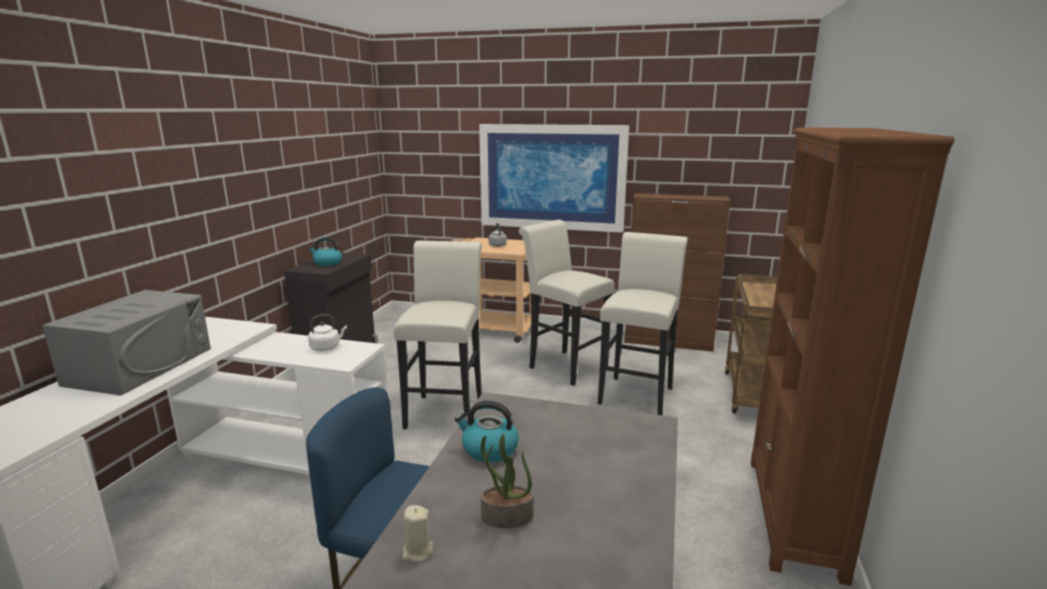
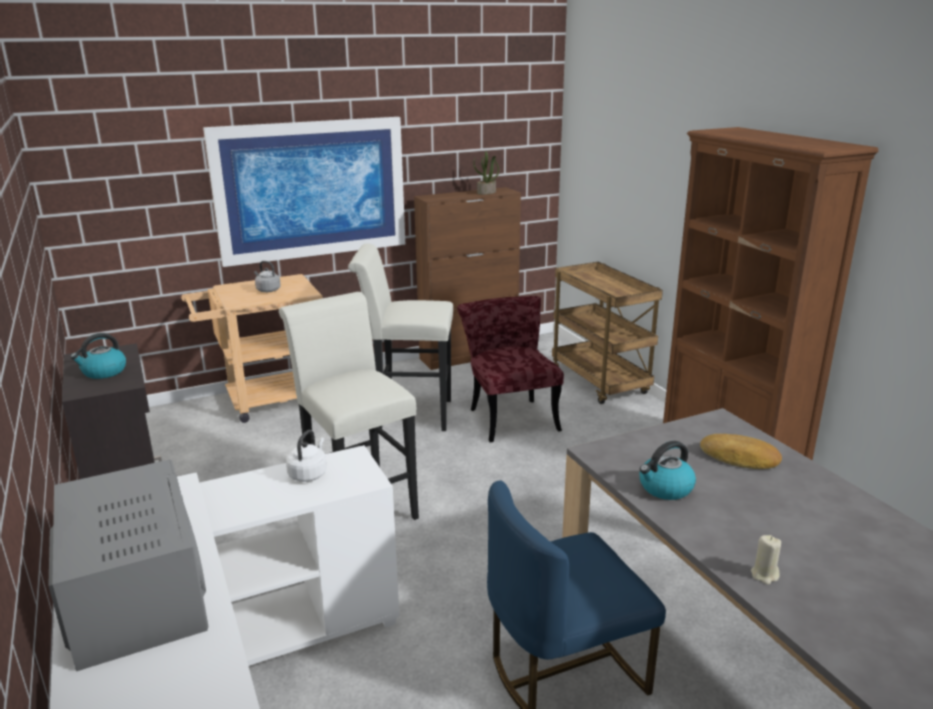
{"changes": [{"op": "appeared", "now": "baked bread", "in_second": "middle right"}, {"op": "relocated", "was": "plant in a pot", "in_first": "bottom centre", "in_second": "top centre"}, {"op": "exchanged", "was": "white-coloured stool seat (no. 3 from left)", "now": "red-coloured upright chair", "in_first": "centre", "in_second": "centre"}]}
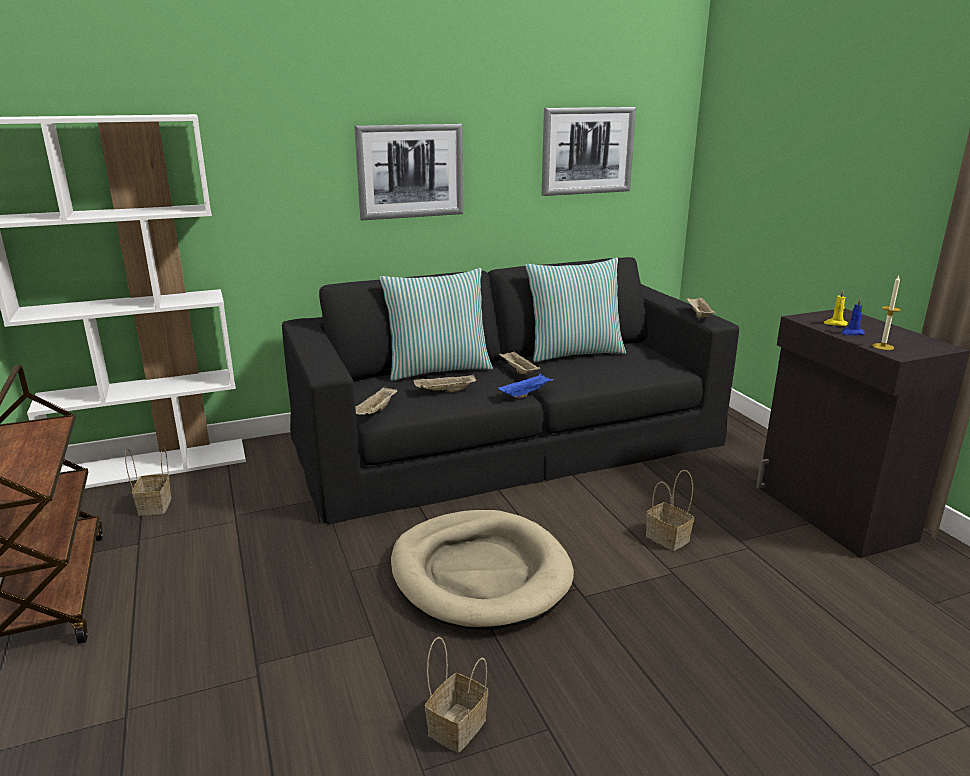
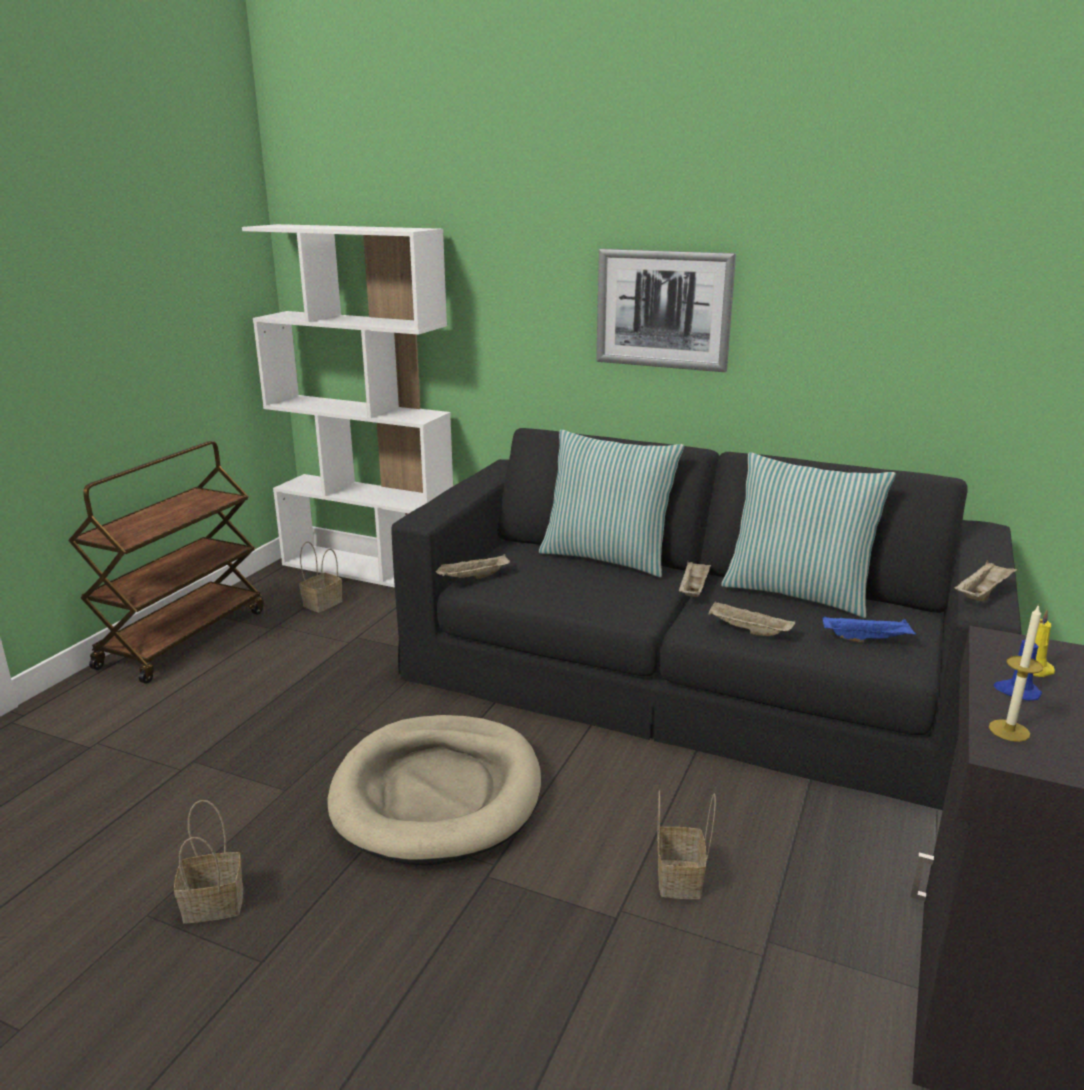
{"changes": [{"op": "missing", "was": "wall picture (no. 2 from left)", "in_first": "top centre"}, {"op": "relocated", "was": "beige tray (no. 2 from left in the first image)", "now": "beige tray (no. 3 from left)", "in_first": "centre", "in_second": "middle right"}, {"op": "relocated", "was": "bluish tray", "in_first": "centre", "in_second": "middle right"}]}
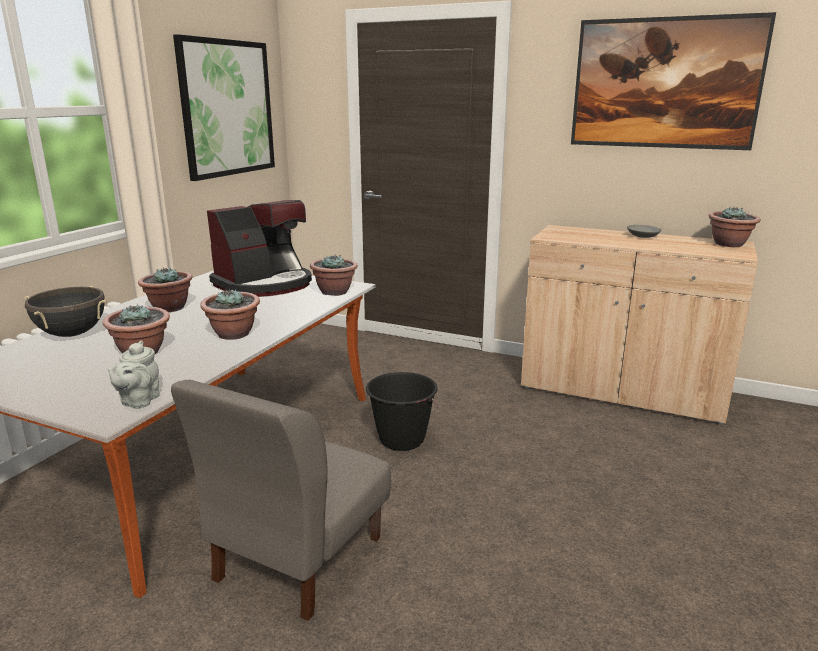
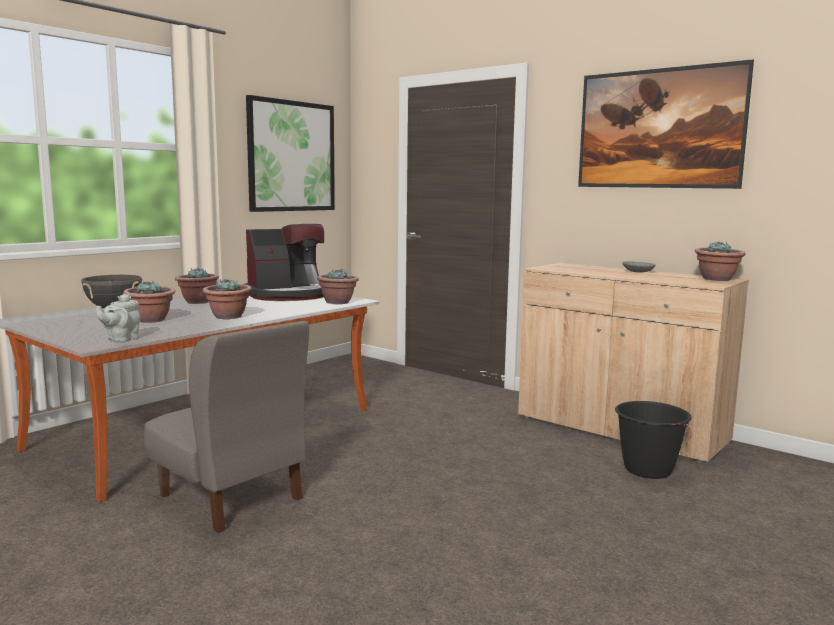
{"changes": [{"op": "relocated", "was": "blackish water bucket", "in_first": "centre", "in_second": "bottom right"}, {"op": "spun", "was": "gray upright chair", "in_first": "bottom centre", "in_second": "bottom left", "clockwise": -90}]}
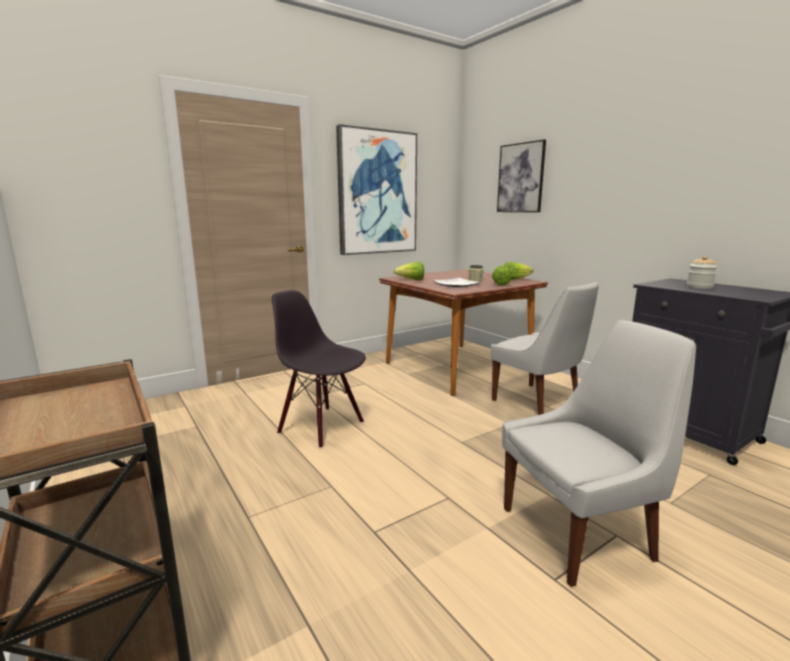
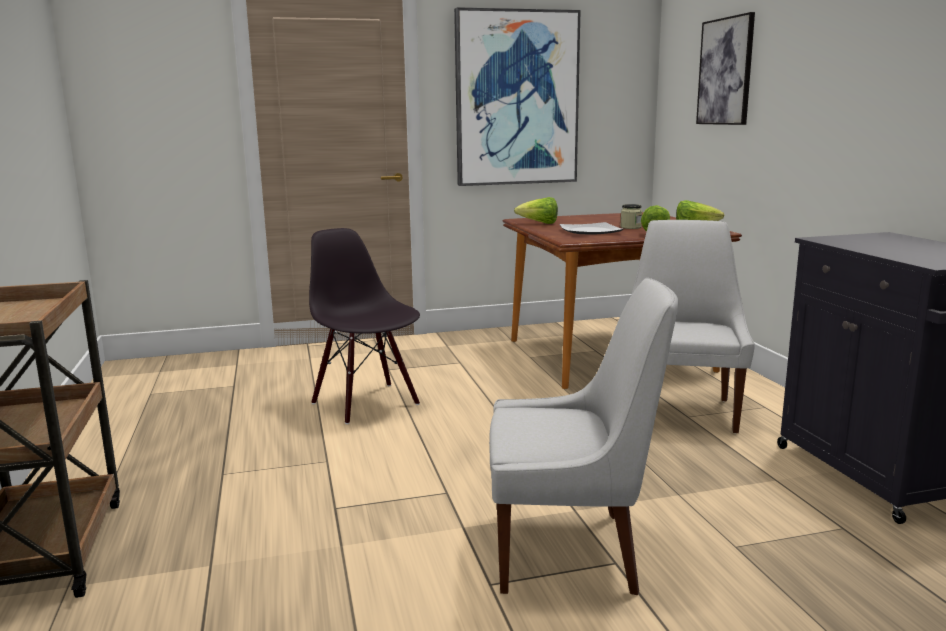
{"changes": [{"op": "missing", "was": "storage jar (no. 2 from left)", "in_first": "middle right"}, {"op": "spun", "was": "white-coloured upright chair (no. 1 from left in the first image)", "in_first": "middle right", "in_second": "middle right", "clockwise": -150}]}
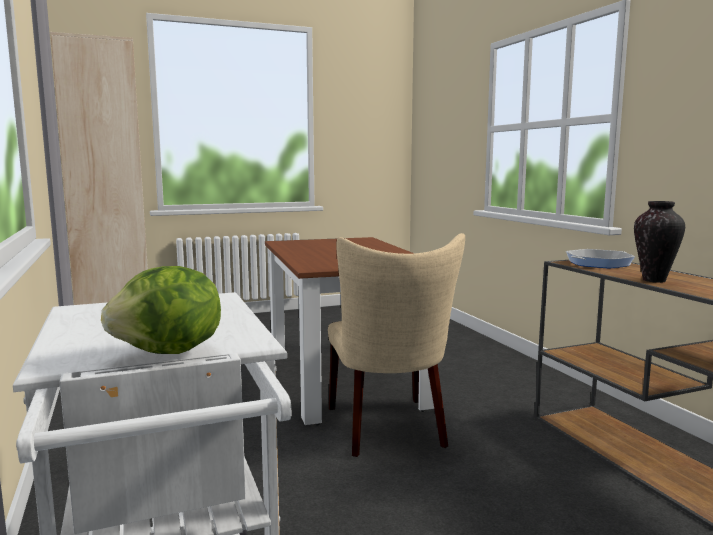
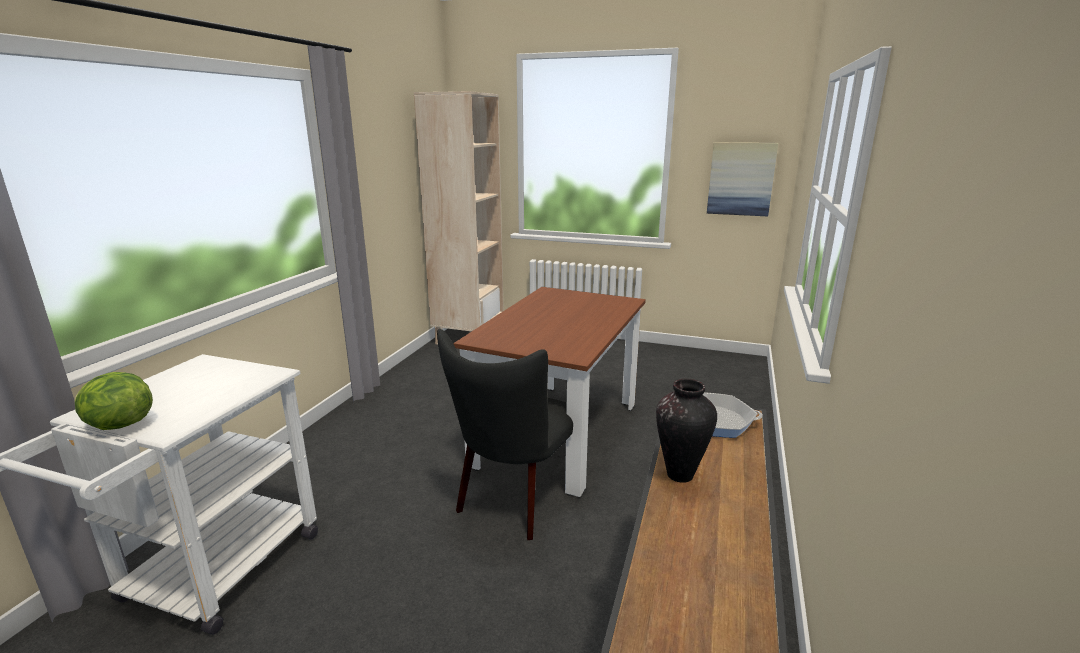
{"changes": [{"op": "appeared", "now": "wall picture", "in_second": "top right"}, {"op": "colour", "was": "beige upright chair", "now": "blackish upright chair", "in_first": "centre", "in_second": "centre"}]}
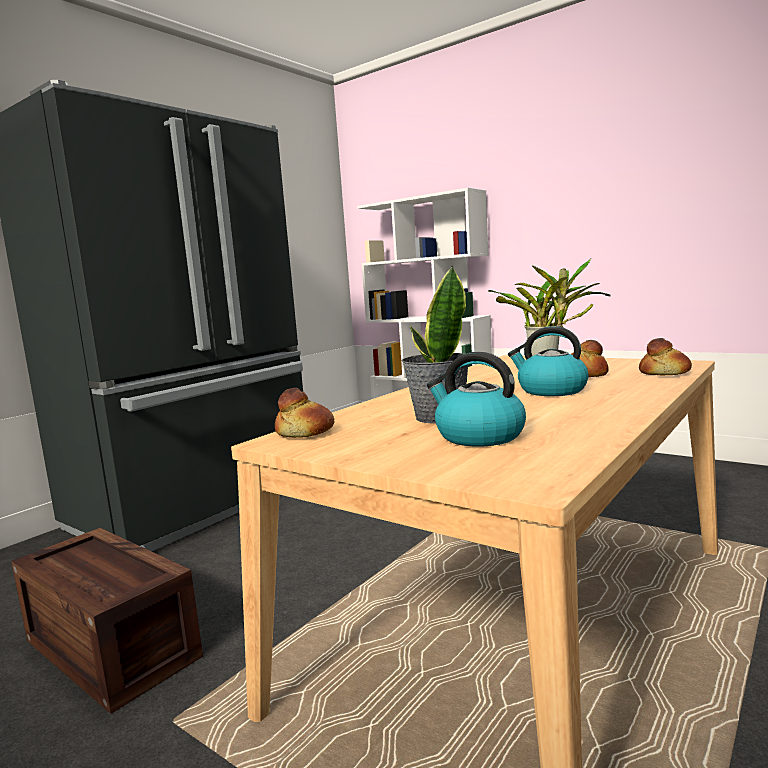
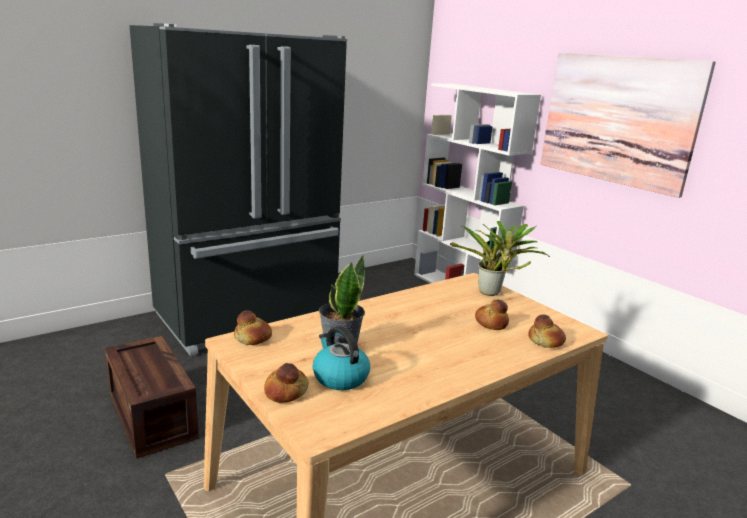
{"changes": [{"op": "missing", "was": "tea kettle (no. 2 from left)", "in_first": "middle right"}, {"op": "appeared", "now": "baked bread (no. 2 from left)", "in_second": "bottom centre"}, {"op": "appeared", "now": "wall picture", "in_second": "top right"}]}
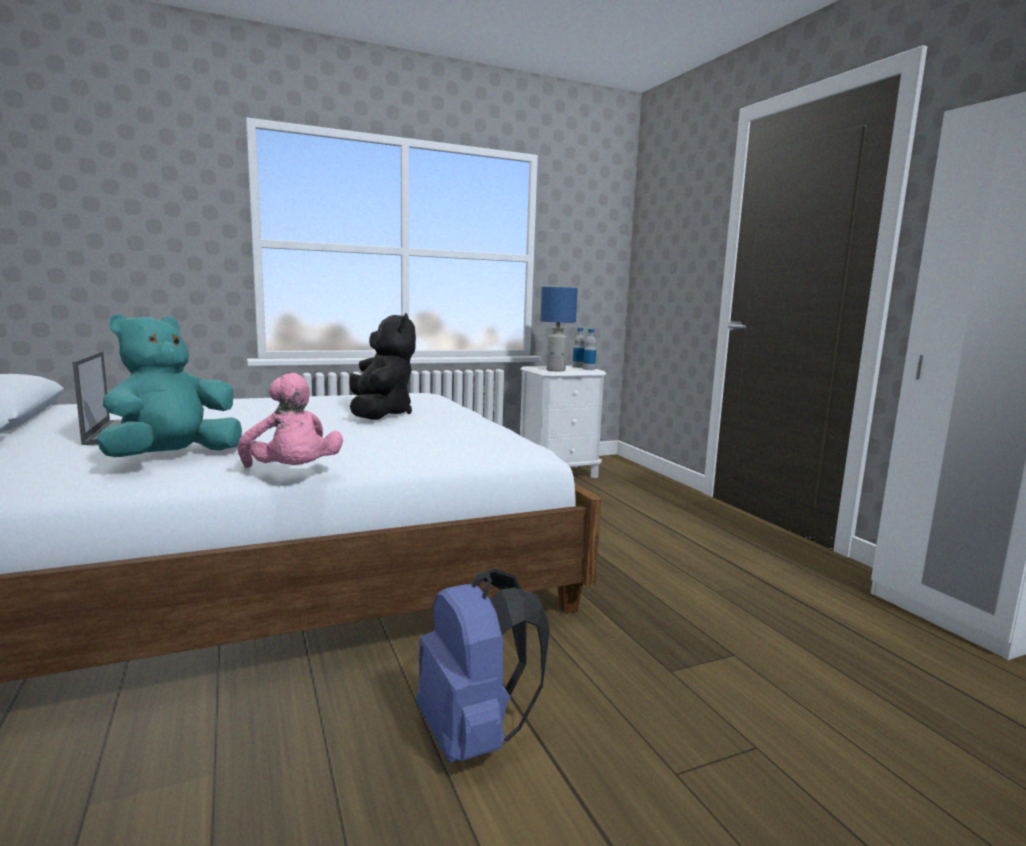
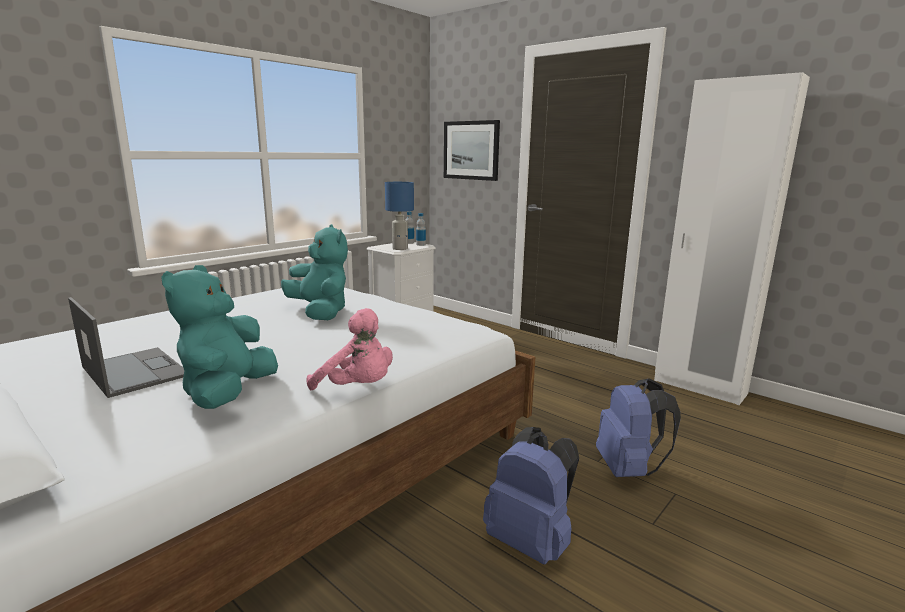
{"changes": [{"op": "appeared", "now": "wall picture", "in_second": "top centre"}, {"op": "appeared", "now": "bluish backpack (no. 2 from left)", "in_second": "bottom right"}, {"op": "colour", "was": "blackish soft toy", "now": "turquoise soft toy (no. 2 from left)", "in_first": "centre", "in_second": "centre"}]}
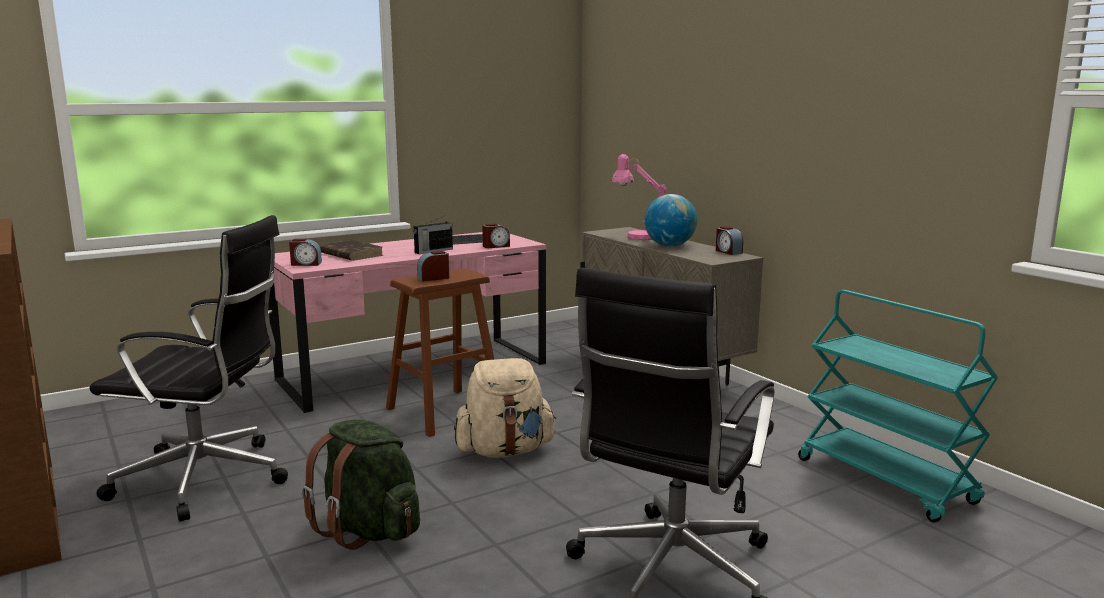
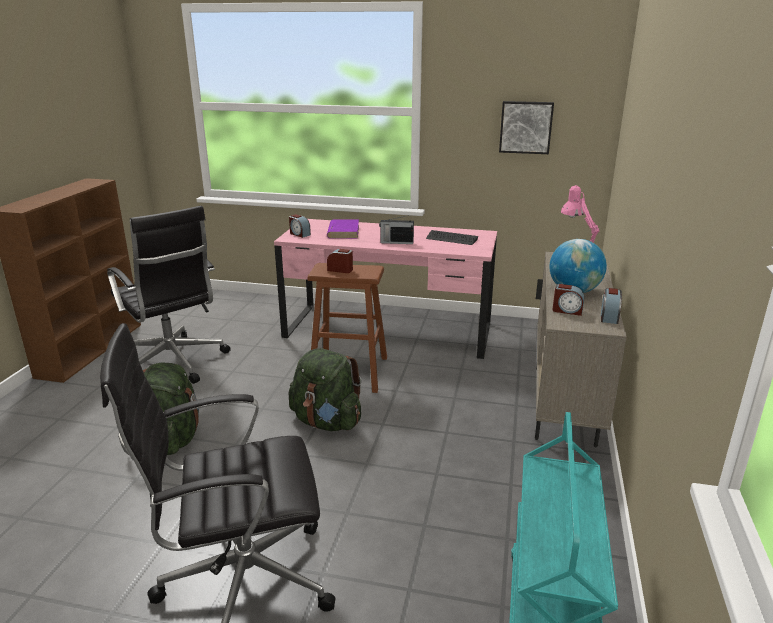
{"changes": [{"op": "appeared", "now": "wall picture", "in_second": "top right"}, {"op": "relocated", "was": "table clock (no. 3 from left)", "in_first": "centre", "in_second": "middle right"}, {"op": "colour", "was": "brown-coloured book", "now": "purple book", "in_first": "middle left", "in_second": "centre"}, {"op": "colour", "was": "beige backpack", "now": "green-coloured backpack (no. 2 from left)", "in_first": "bottom centre", "in_second": "centre"}]}
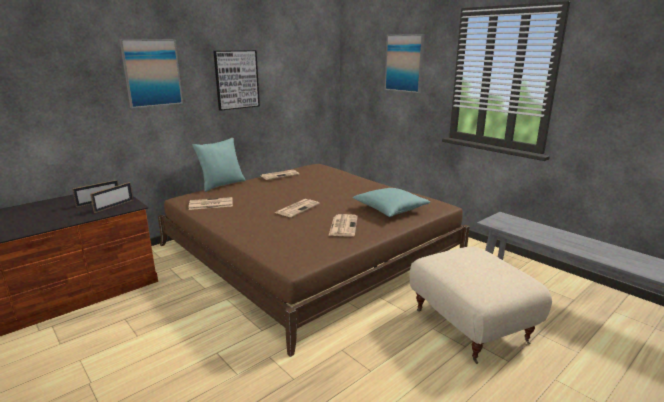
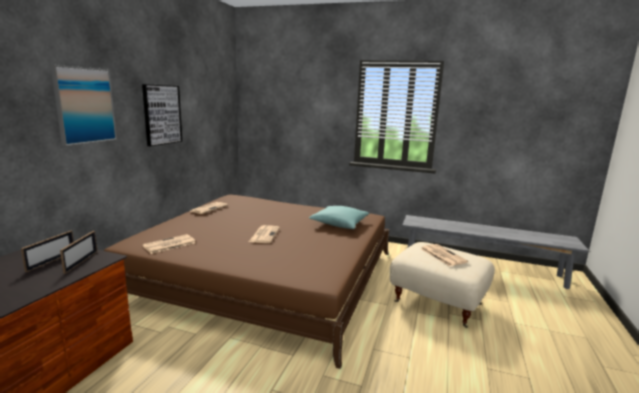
{"changes": [{"op": "missing", "was": "turquoise pillow (no. 1 from left)", "in_first": "middle left"}, {"op": "missing", "was": "wall picture (no. 3 from left)", "in_first": "top centre"}, {"op": "relocated", "was": "printed paper (no. 4 from left)", "in_first": "centre", "in_second": "middle right"}]}
